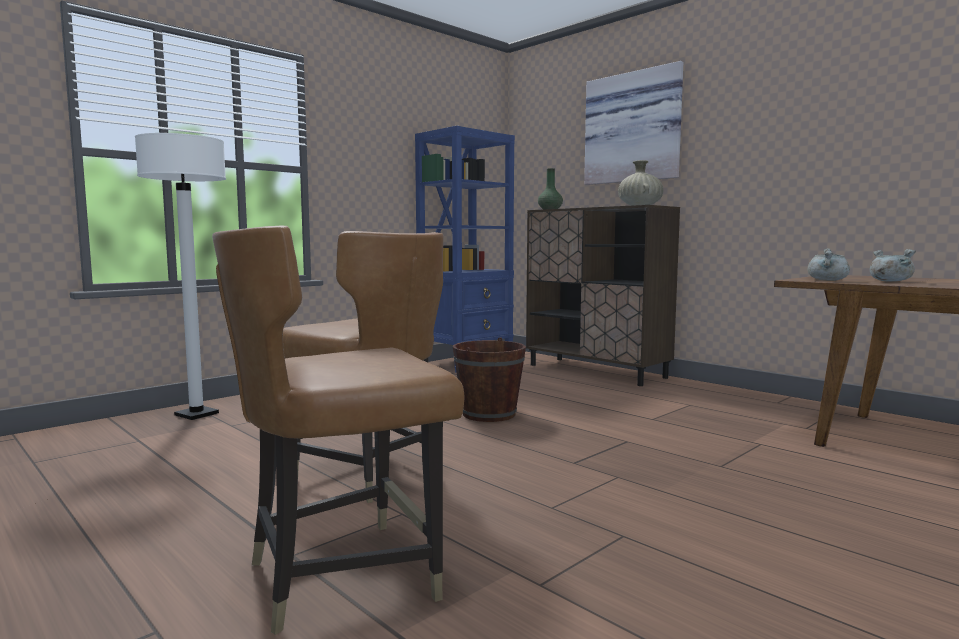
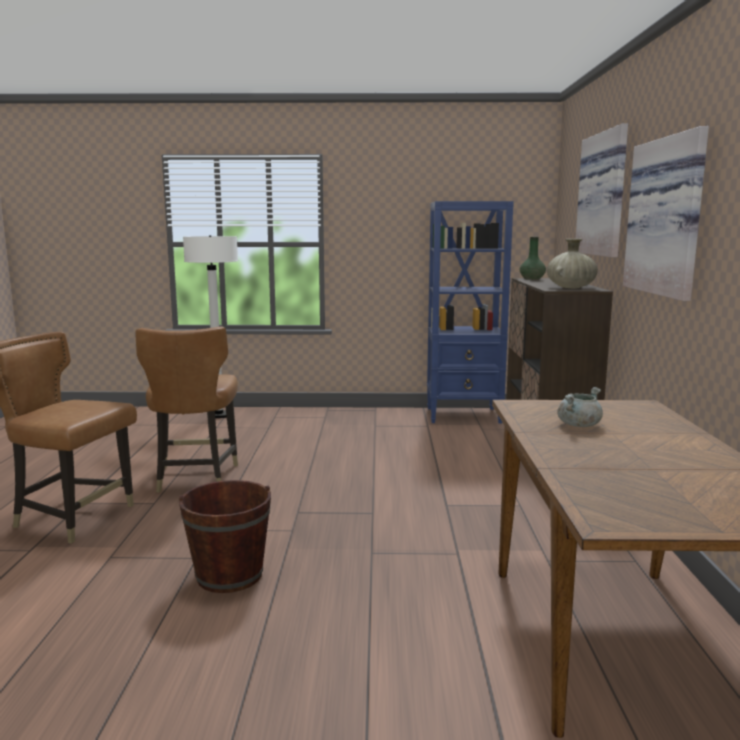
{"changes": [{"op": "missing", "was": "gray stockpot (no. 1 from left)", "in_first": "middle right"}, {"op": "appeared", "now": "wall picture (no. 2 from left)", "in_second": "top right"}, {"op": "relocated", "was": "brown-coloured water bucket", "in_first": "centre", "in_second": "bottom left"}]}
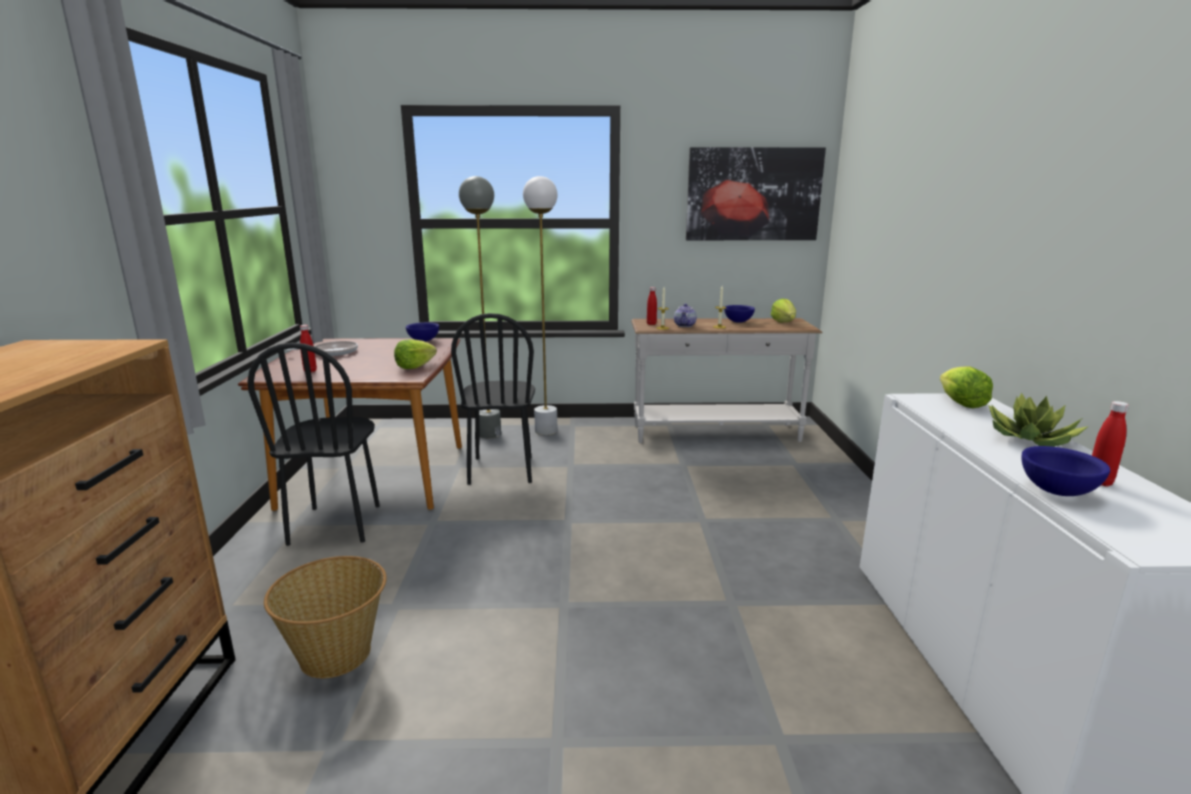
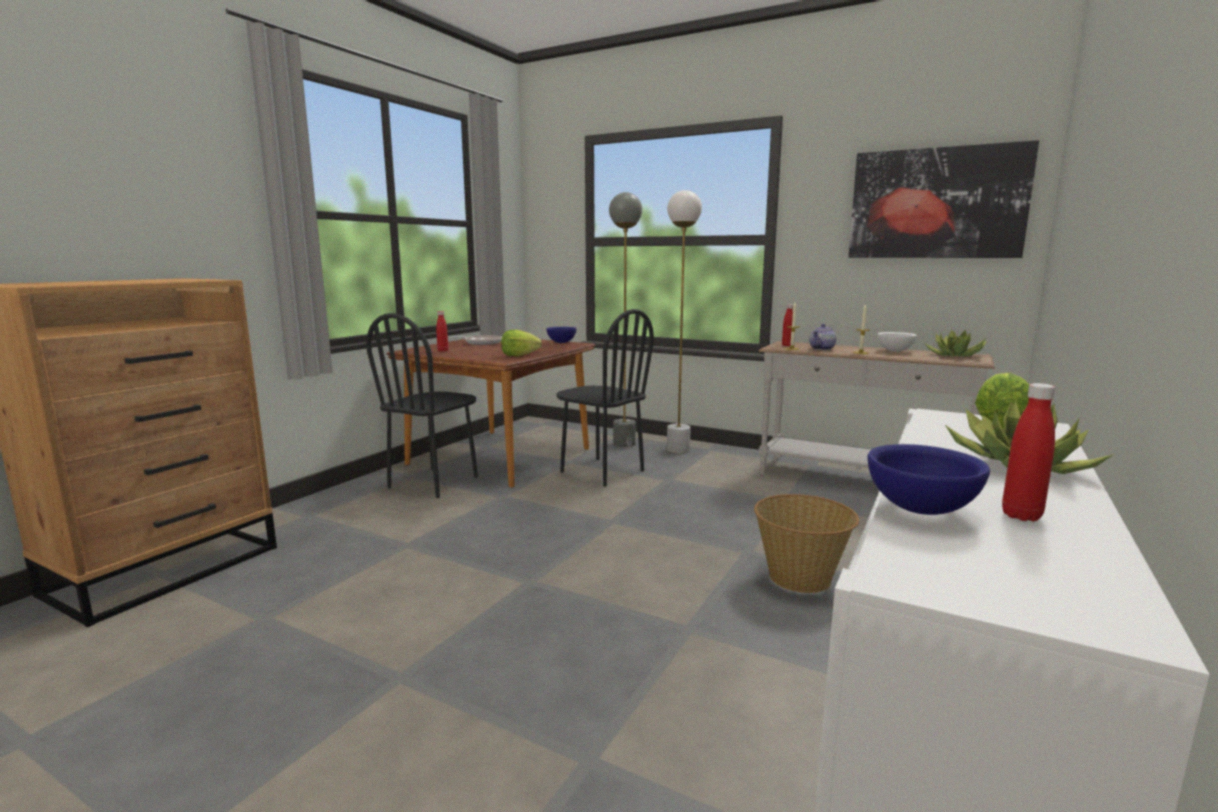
{"changes": [{"op": "relocated", "was": "household basket", "in_first": "bottom left", "in_second": "bottom centre"}, {"op": "exchanged", "was": "head of lettuce (no. 2 from left)", "now": "plant in a pot (no. 1 from left)", "in_first": "centre", "in_second": "middle right"}, {"op": "colour", "was": "bluish bowl (no. 2 from left)", "now": "white-coloured bowl", "in_first": "centre", "in_second": "middle right"}, {"op": "spun", "was": "blackish upright chair (no. 2 from left)", "in_first": "centre", "in_second": "centre", "clockwise": -75}]}
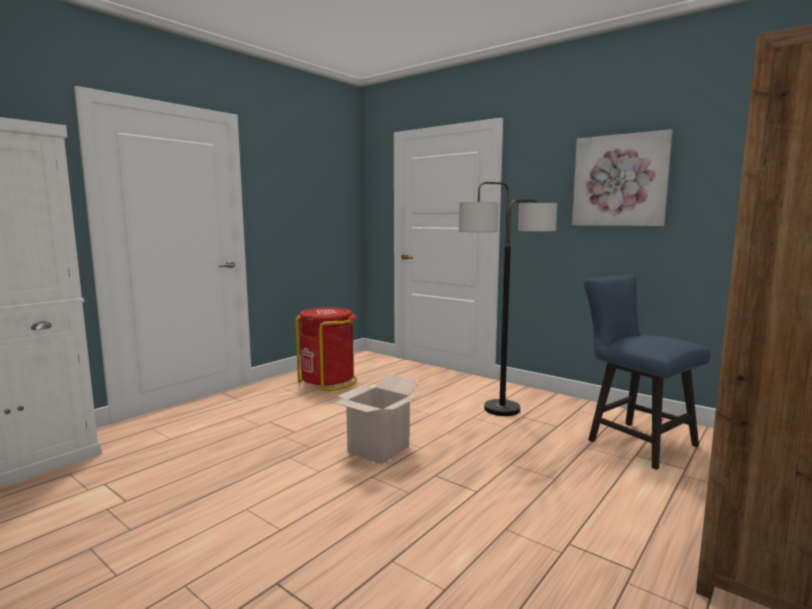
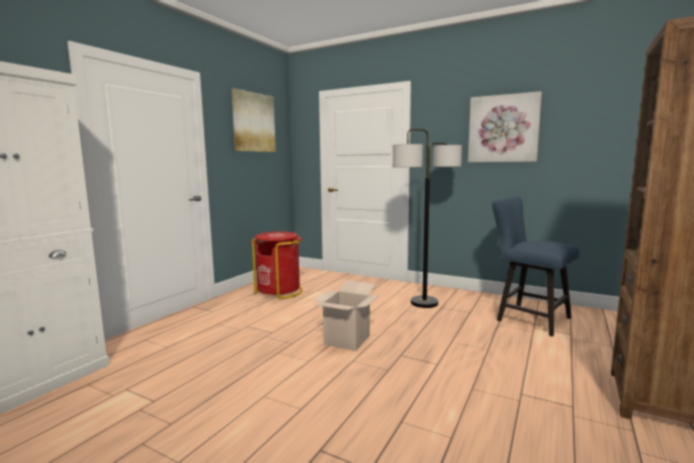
{"changes": [{"op": "appeared", "now": "wall picture (no. 1 from left)", "in_second": "top centre"}]}
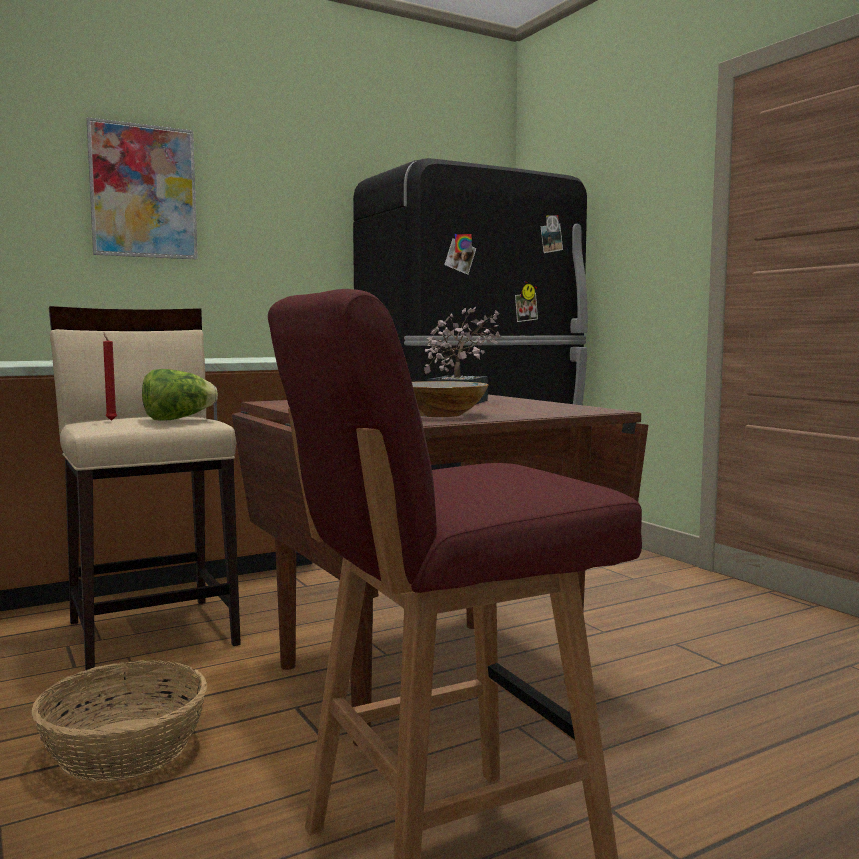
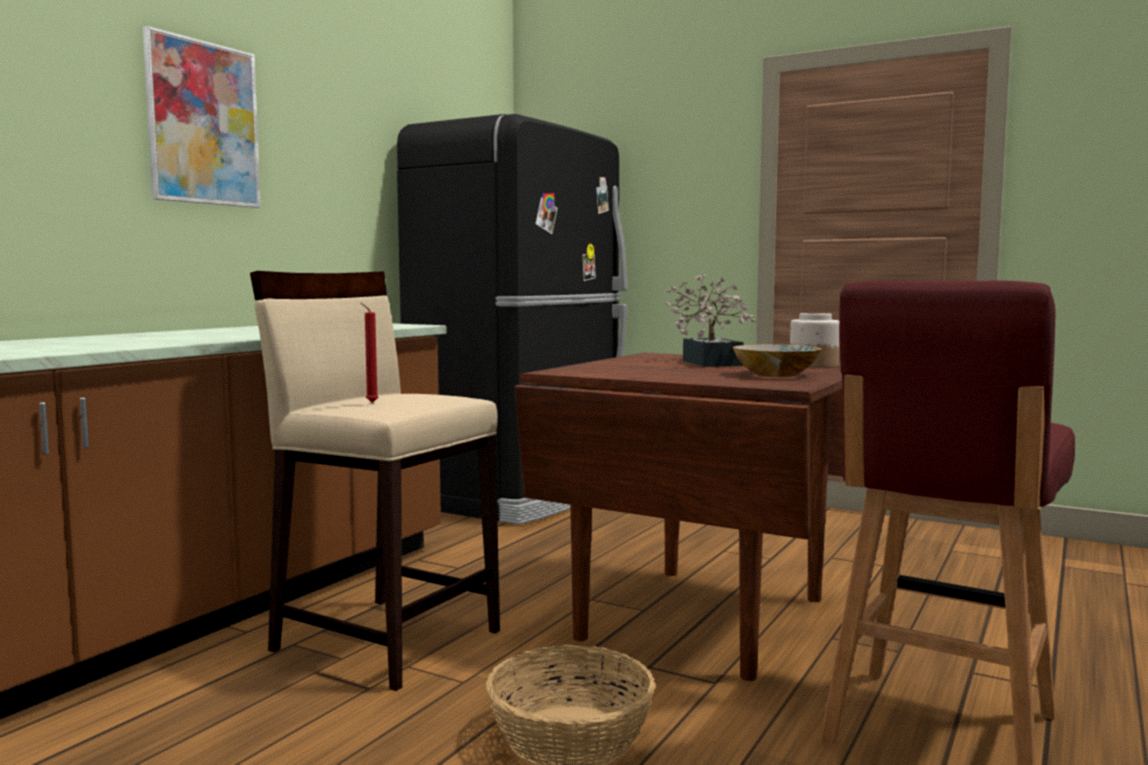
{"changes": [{"op": "missing", "was": "head of lettuce", "in_first": "middle left"}, {"op": "appeared", "now": "storage jar", "in_second": "middle right"}]}
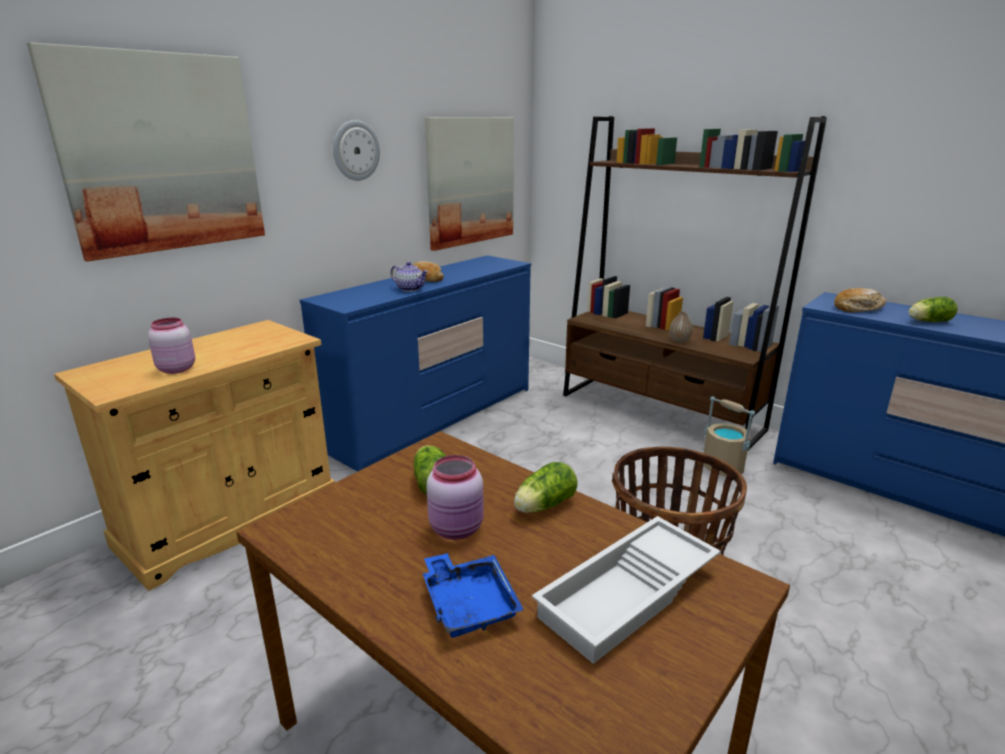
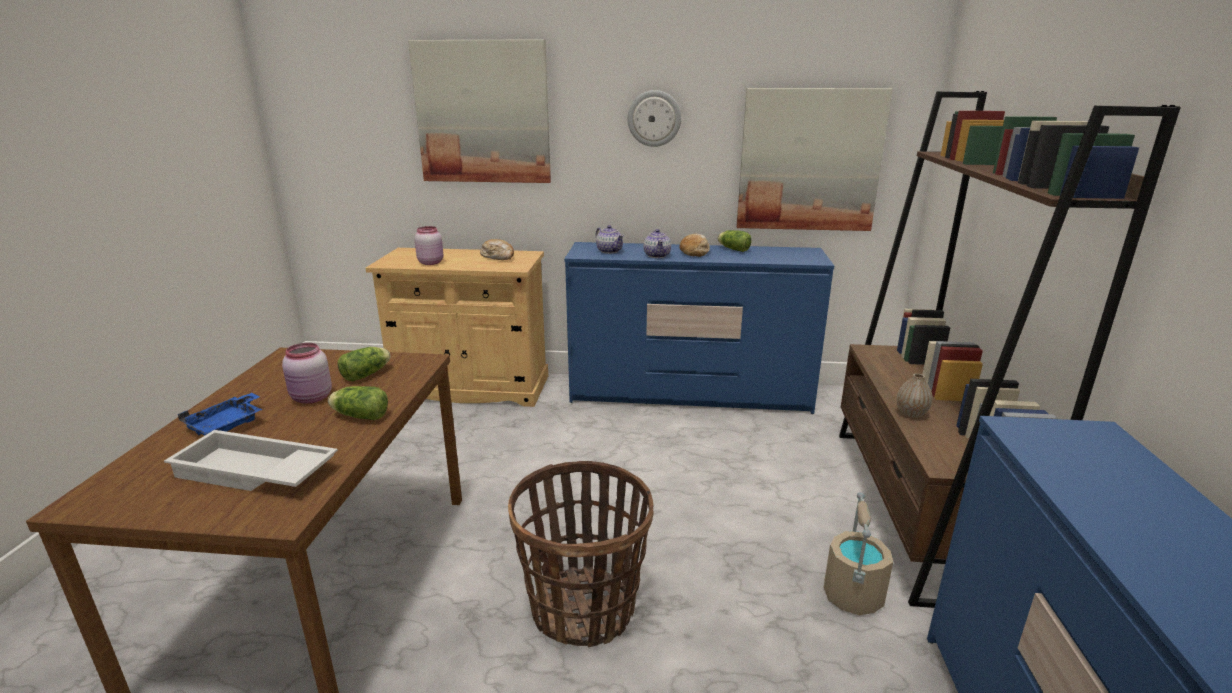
{"changes": [{"op": "appeared", "now": "pot for tea (no. 1 from left)", "in_second": "centre"}, {"op": "relocated", "was": "baked bread (no. 2 from left in the first image)", "now": "baked bread (no. 1 from left)", "in_first": "middle right", "in_second": "centre"}, {"op": "relocated", "was": "head of lettuce (no. 3 from left)", "in_first": "middle right", "in_second": "centre"}]}
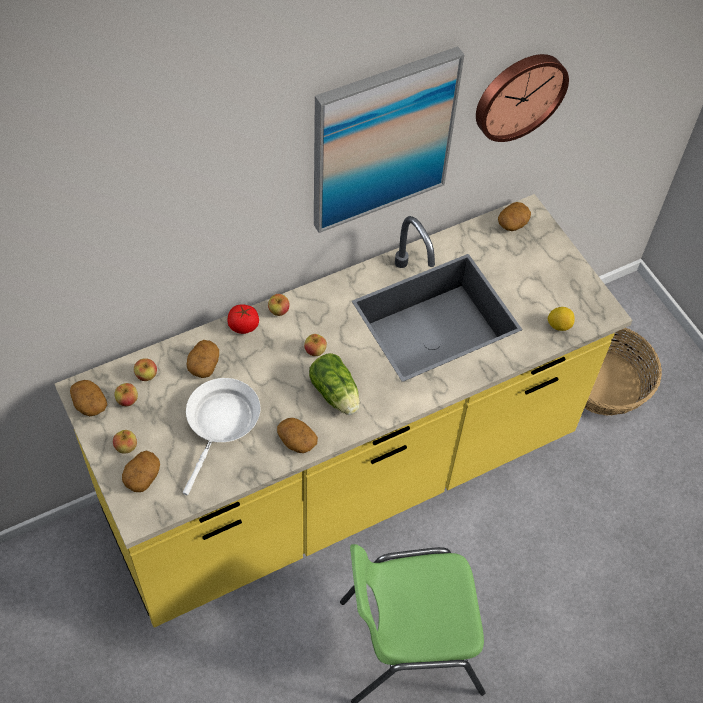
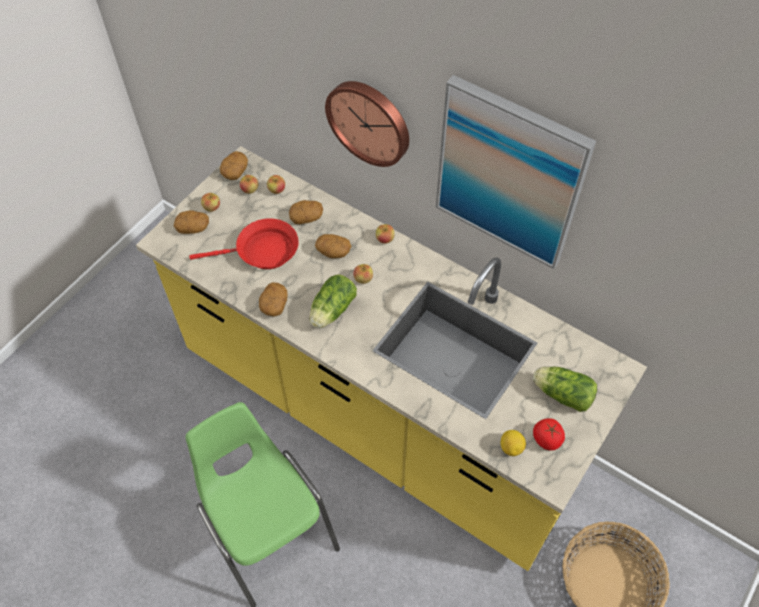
{"changes": [{"op": "appeared", "now": "head of lettuce (no. 2 from left)", "in_second": "middle right"}, {"op": "relocated", "was": "whole tomato", "in_first": "centre", "in_second": "bottom right"}, {"op": "relocated", "was": "clock on the wall", "in_first": "top right", "in_second": "top centre"}, {"op": "relocated", "was": "spud (no. 5 from left)", "in_first": "top right", "in_second": "centre"}, {"op": "colour", "was": "white-coloured frying pan", "now": "red-coloured frying pan", "in_first": "middle left", "in_second": "middle left"}]}
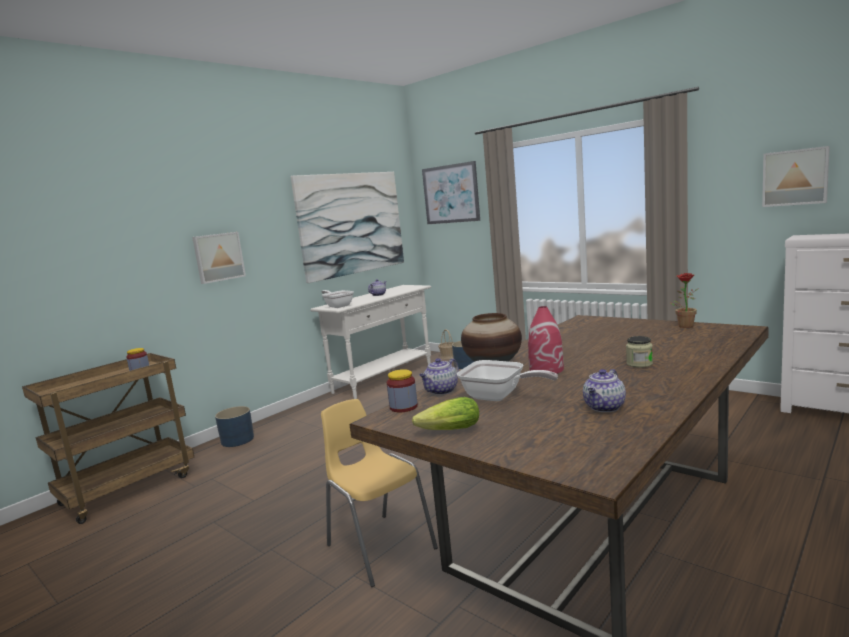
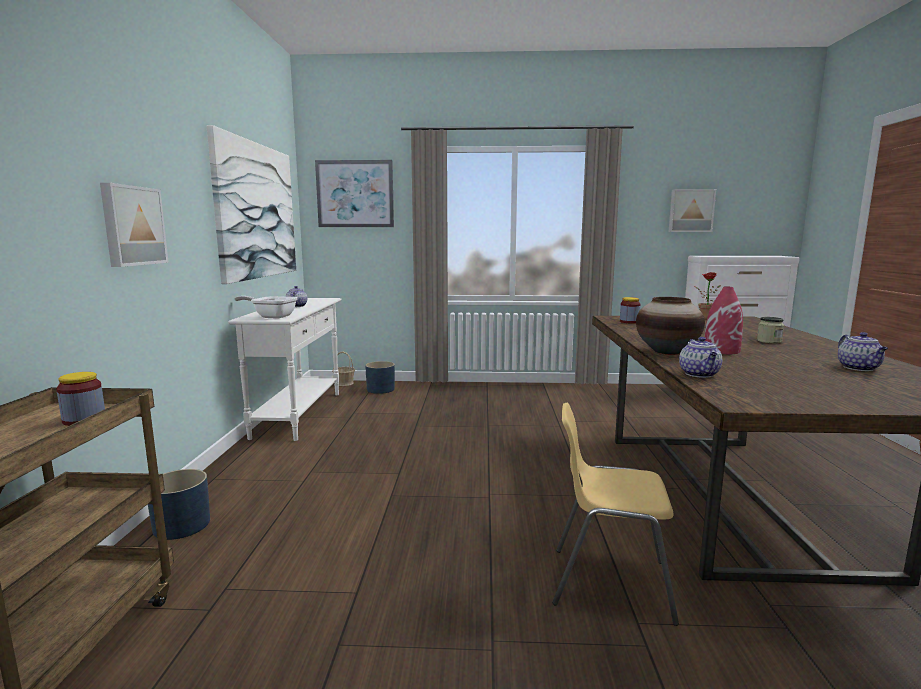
{"changes": [{"op": "missing", "was": "head of lettuce", "in_first": "centre"}, {"op": "missing", "was": "frying pan (no. 2 from left)", "in_first": "centre"}, {"op": "relocated", "was": "storage jar (no. 2 from left)", "in_first": "centre", "in_second": "middle right"}]}
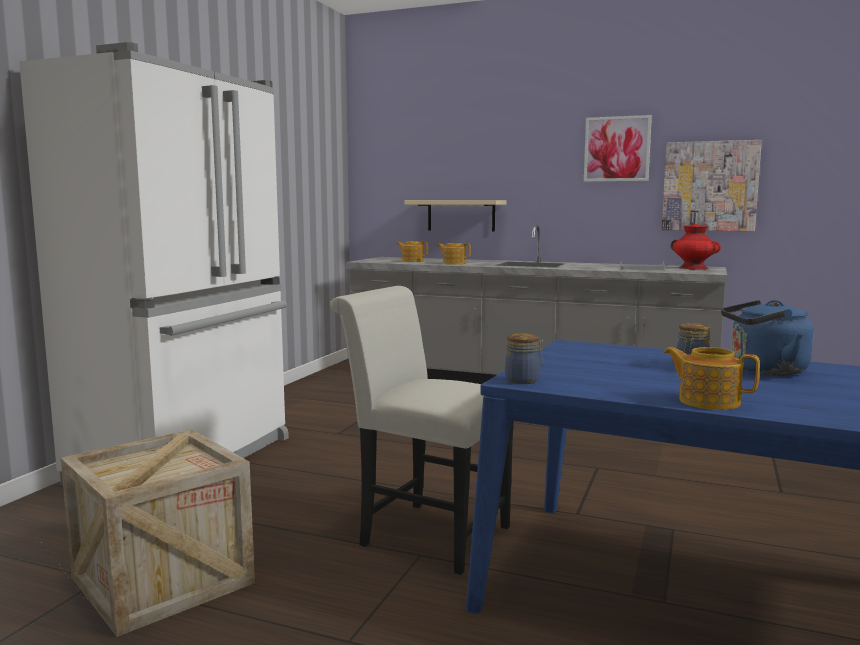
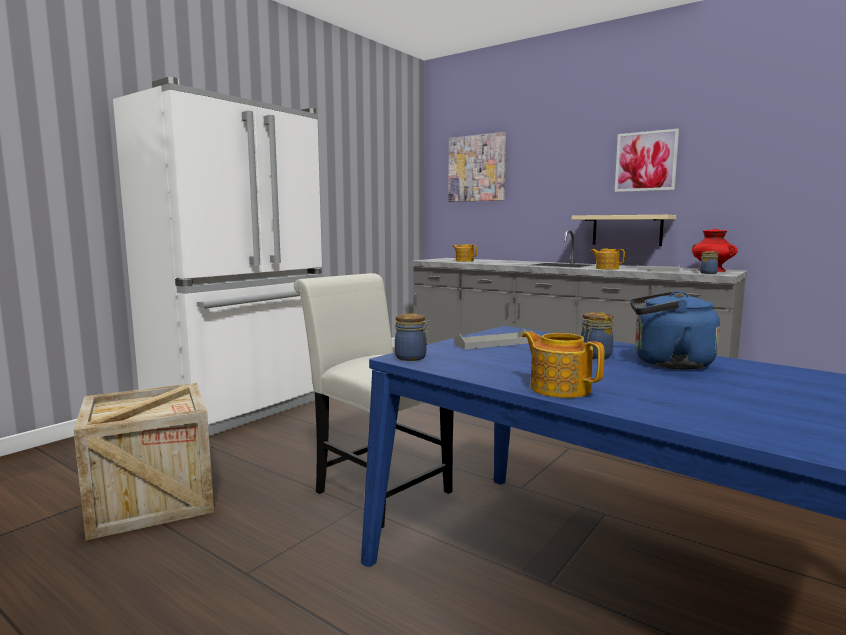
{"changes": [{"op": "appeared", "now": "gray tray (no. 1 from left)", "in_second": "centre"}, {"op": "appeared", "now": "storage jar (no. 3 from left)", "in_second": "middle right"}, {"op": "relocated", "was": "beige bracket shelf", "in_first": "centre", "in_second": "middle right"}, {"op": "relocated", "was": "pot for tea (no. 2 from left in the first image)", "now": "pot for tea (no. 3 from left)", "in_first": "centre", "in_second": "middle right"}, {"op": "relocated", "was": "wall picture (no. 2 from left in the first image)", "now": "wall picture (no. 1 from left)", "in_first": "top right", "in_second": "top centre"}]}
